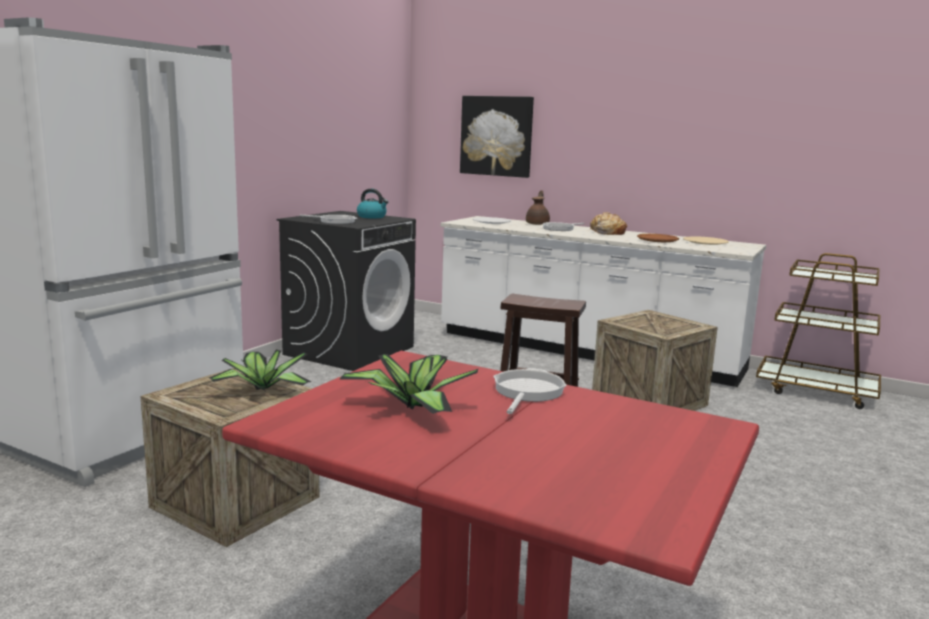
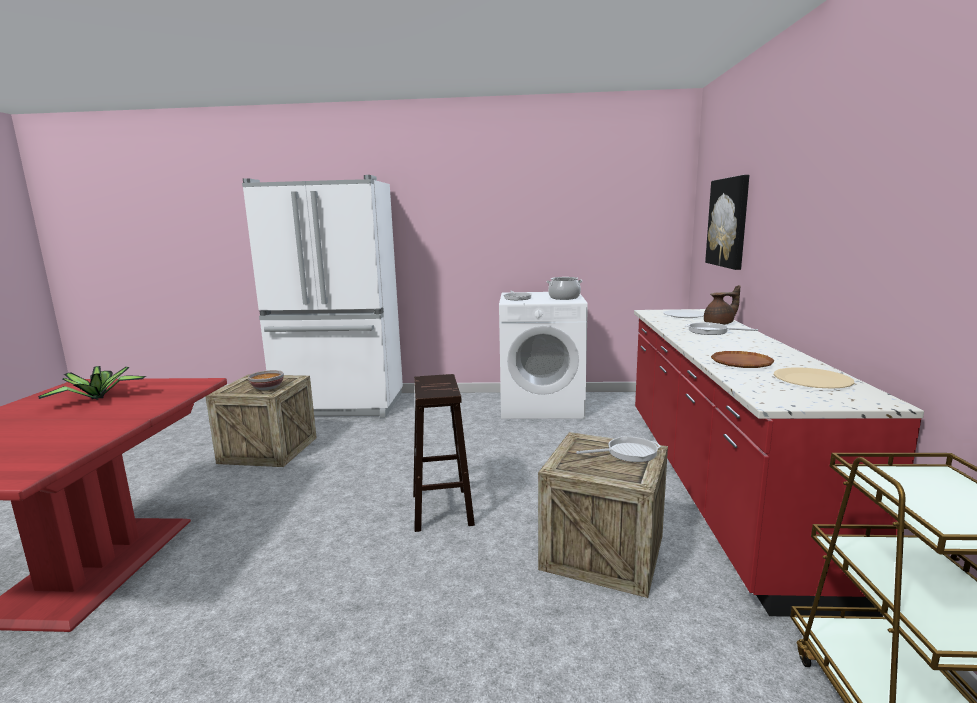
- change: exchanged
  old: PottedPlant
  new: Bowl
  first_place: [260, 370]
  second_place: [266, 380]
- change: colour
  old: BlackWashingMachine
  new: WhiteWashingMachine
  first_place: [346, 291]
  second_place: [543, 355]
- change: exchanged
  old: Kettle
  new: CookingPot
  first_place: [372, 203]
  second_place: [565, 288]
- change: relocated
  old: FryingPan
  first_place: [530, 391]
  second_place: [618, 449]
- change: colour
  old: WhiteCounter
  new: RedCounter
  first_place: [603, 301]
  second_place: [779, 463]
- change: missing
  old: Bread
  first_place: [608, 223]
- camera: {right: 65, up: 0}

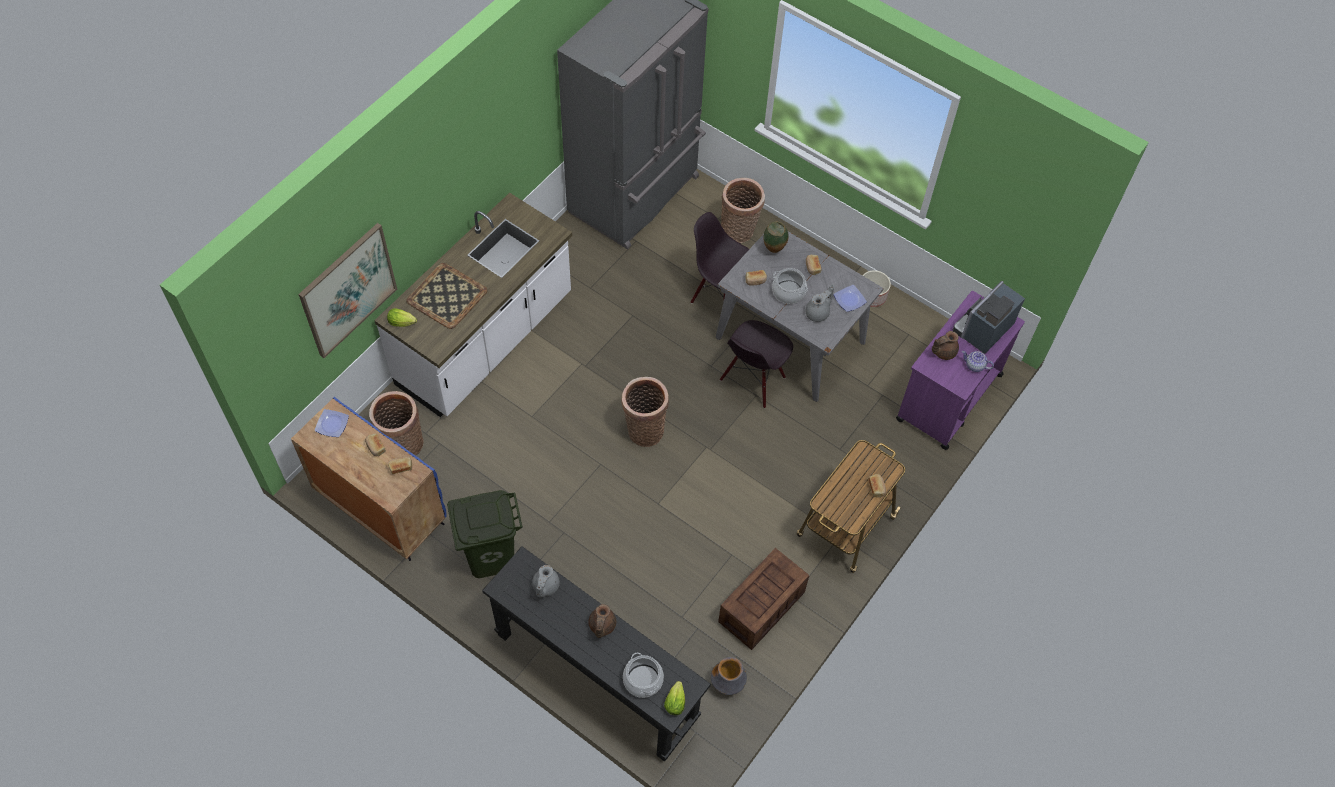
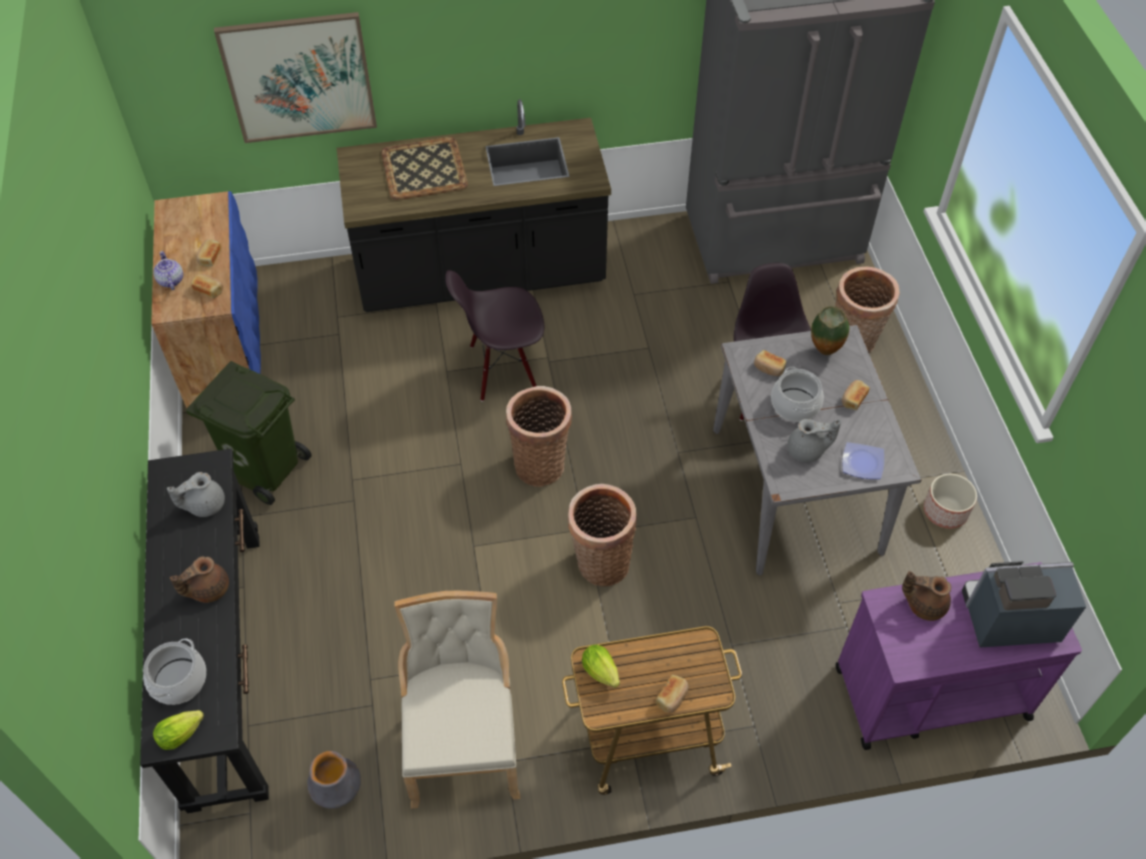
- change: relocated
  old: Teapot
  first_place: [978, 361]
  second_place: [168, 270]
- change: colour
  old: WhiteCounter
  new: BlackCounter
  first_place: [473, 305]
  second_place: [474, 205]
- change: exchanged
  old: Crate
  new: BeigeChair
  first_place: [763, 599]
  second_place: [457, 700]
- change: relocated
  old: BlackChair
  first_place: [756, 364]
  second_place: [494, 335]
- change: relocated
  old: Basket
  first_place: [396, 423]
  second_place: [602, 535]
- change: relocated
  old: Lettuce
  first_place: [402, 317]
  second_place: [601, 666]
- change: missing
  old: Plate
  first_place: [332, 423]
- camera: {right: 45, up: -5}

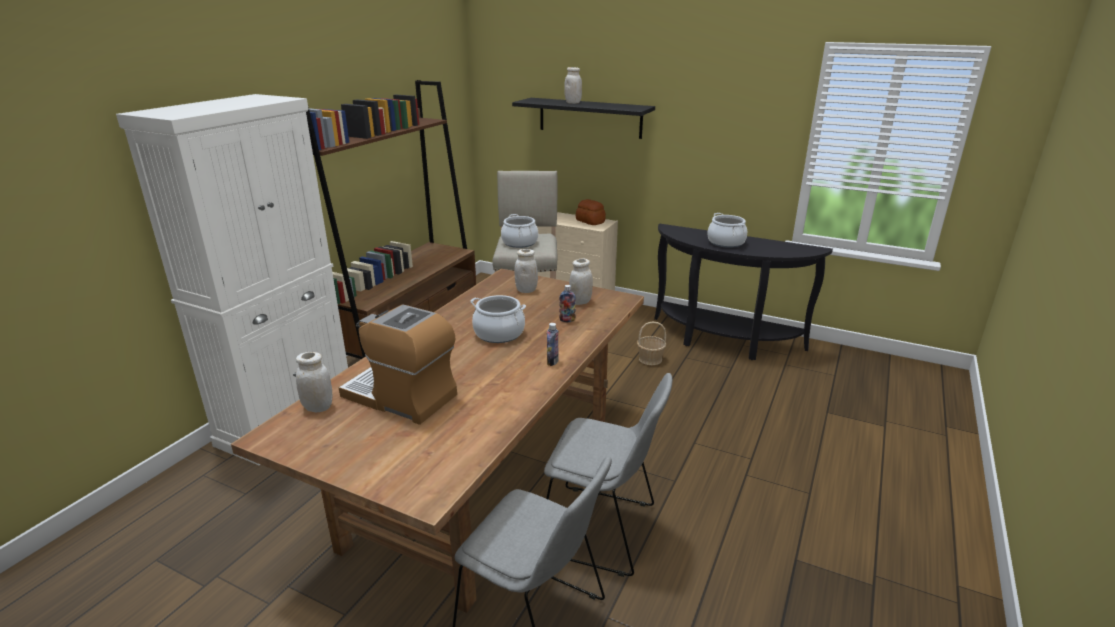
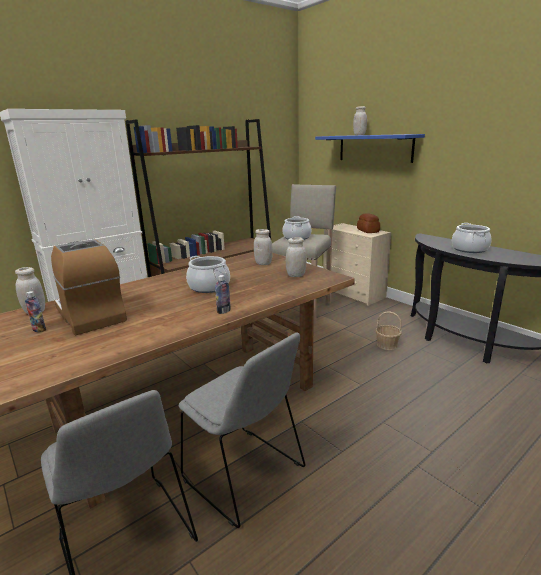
- change: relocated
  old: Bottle
  first_place: [567, 303]
  second_place: [35, 311]
- change: colour
  old: BlackShelf
  new: BlueShelf
  first_place: [583, 118]
  second_place: [370, 148]
- camera: {right: 25, up: -5}

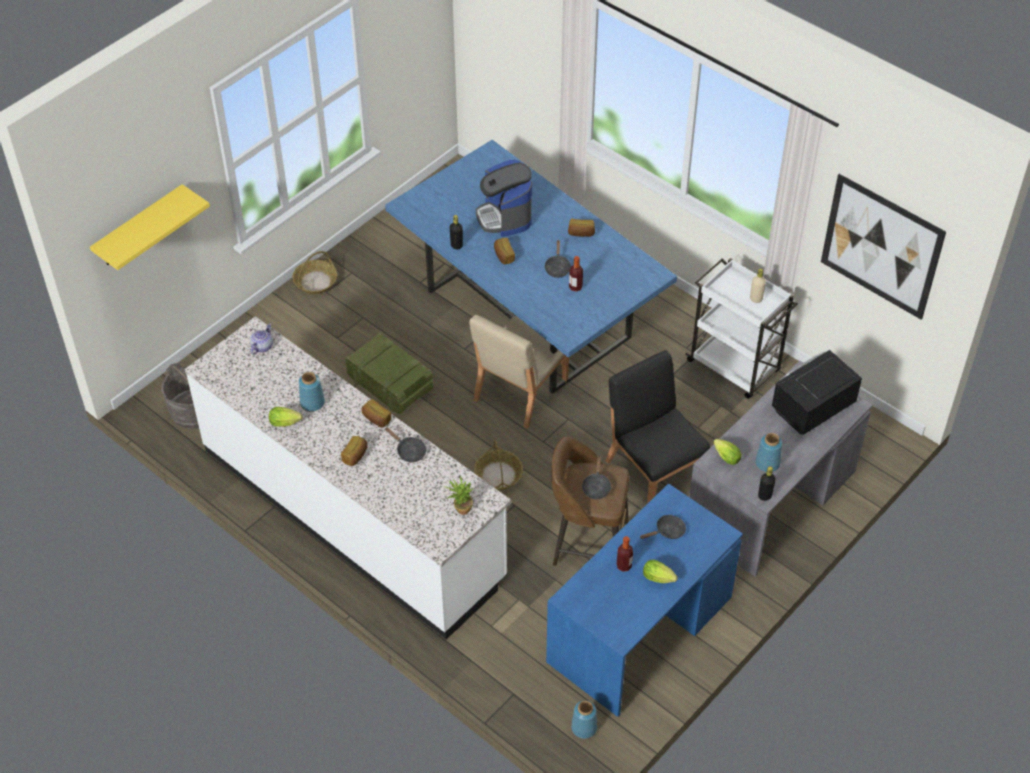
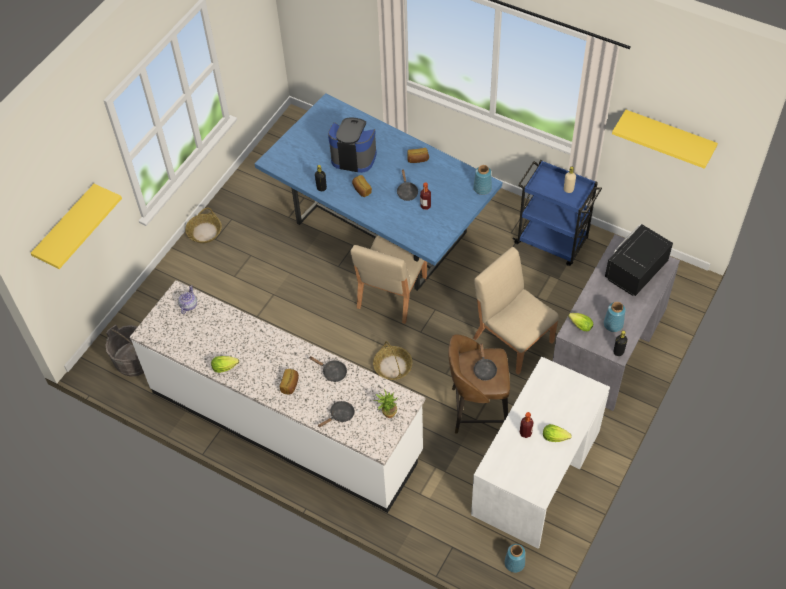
- change: relocated
  old: BlackFryingPan
  first_place: [663, 527]
  second_place: [336, 414]
- change: spun
  old: CoffeeMachine
  first_place: [504, 198]
  second_place: [352, 145]
  degrees: 135
- change: colour
  old: BlueDesk
  new: WhiteDesk
  first_place: [644, 600]
  second_place: [540, 452]
- change: relocated
  old: BlueVase
  first_place: [312, 392]
  second_place: [482, 180]
- change: colour
  old: BlackChair
  new: BeigeChair
  first_place: [657, 427]
  second_place: [516, 311]
- change: colour
  old: WhiteCart
  new: BlueCart
  first_place: [741, 328]
  second_place: [557, 213]
- change: exchanged
  old: Picture
  new: YellowShelf
  first_place: [883, 247]
  second_place: [665, 139]
- change: missing
  old: Crate
  first_place: [389, 374]
- change: missing
  old: Bread
  first_place: [376, 413]
- camera: {right: -10, up: 5}

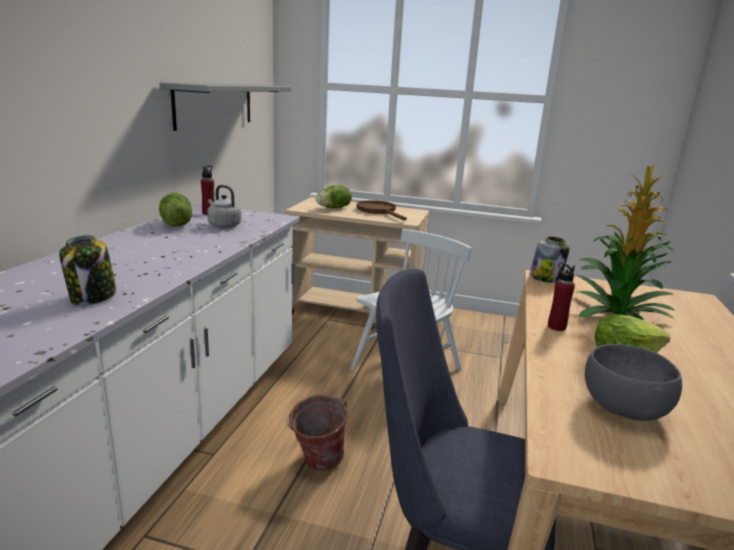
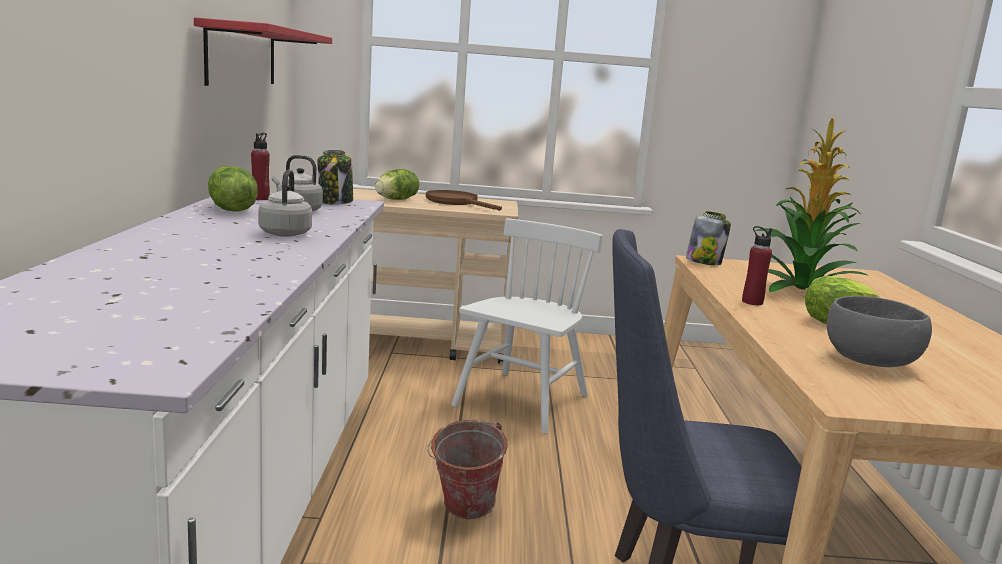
- change: colour
  old: GreyShelf
  new: RedShelf
  first_place: [225, 107]
  second_place: [263, 51]
- change: appeared
  new: GreyKettle
  second_place: [285, 203]
- change: relocated
  old: Jar
  first_place: [88, 270]
  second_place: [335, 177]
- camera: {right: -15, up: -5}

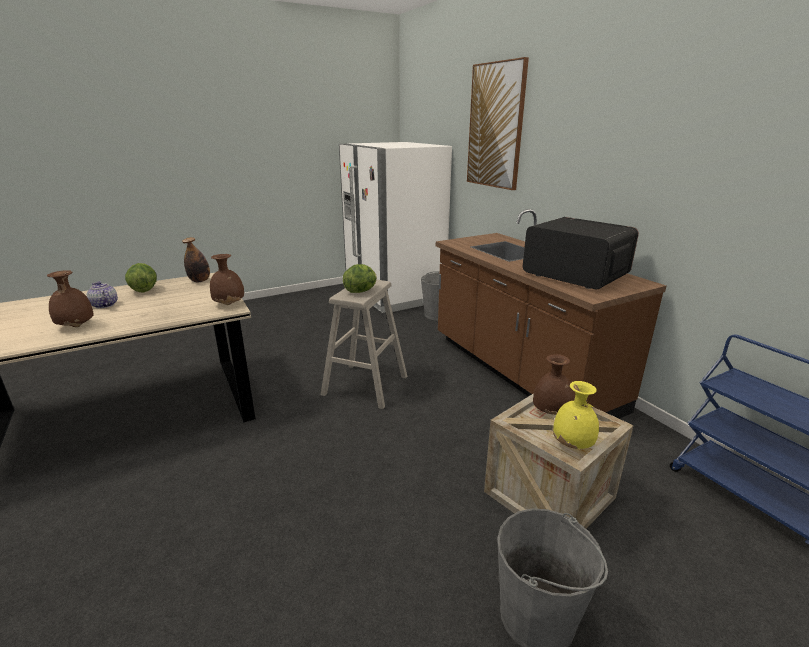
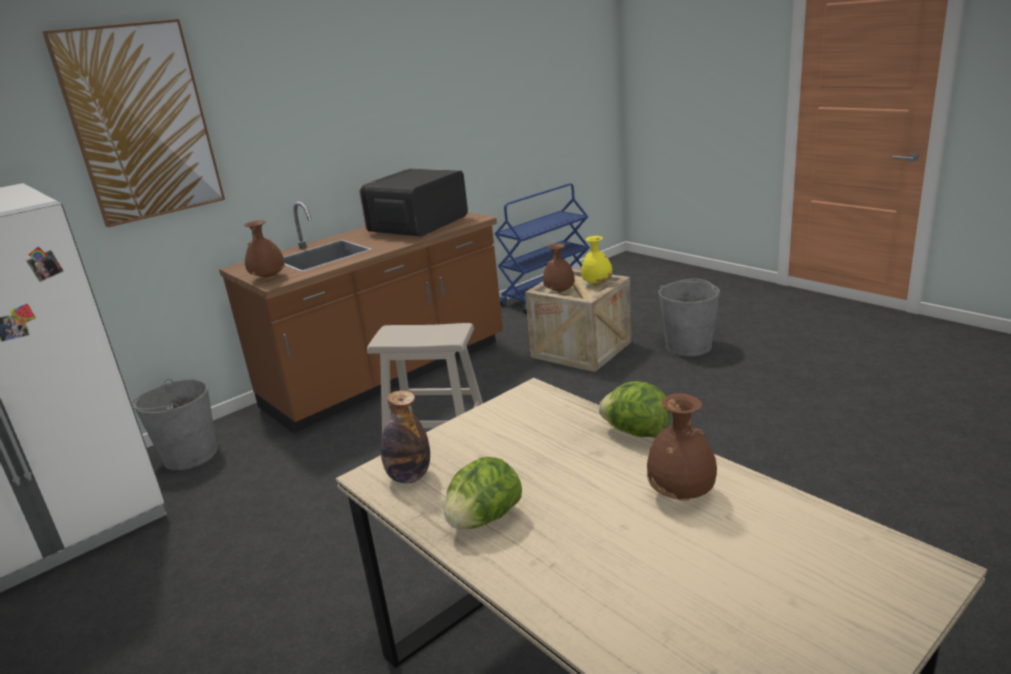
- change: relocated
  old: BrownVase
  first_place: [227, 279]
  second_place: [264, 250]
- change: relocated
  old: Lettuce
  first_place: [360, 278]
  second_place: [634, 409]
- change: missing
  old: Teapot
  first_place: [102, 295]
- camera: {right: -100, up: 0}

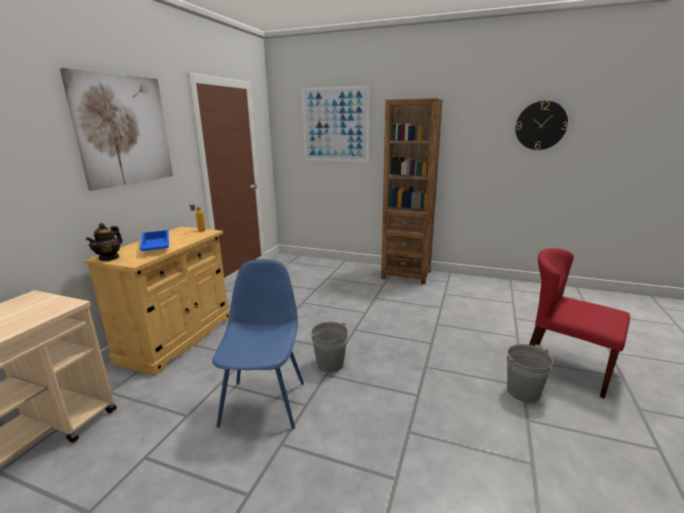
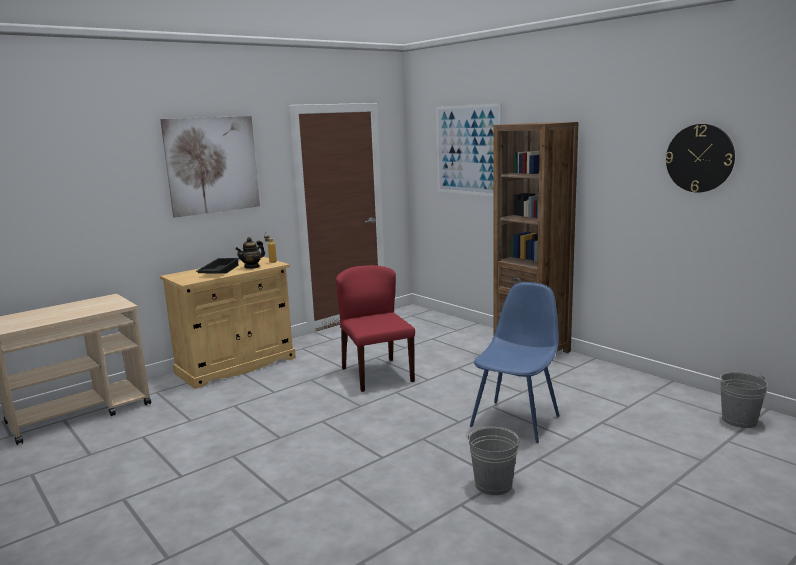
- change: colour
  old: BlueTray
  new: BlackTray
  first_place: [154, 240]
  second_place: [217, 266]
- change: relocated
  old: Teapot
  first_place: [104, 242]
  second_place: [250, 253]
- change: relocated
  old: RedChair
  first_place: [579, 323]
  second_place: [375, 328]
- change: relocated
  old: BlueChair
  first_place: [258, 344]
  second_place: [514, 362]
- change: relocated
  old: GreyBucket
  first_place: [329, 346]
  second_place: [744, 400]
- camera: {right: 30, up: -5}

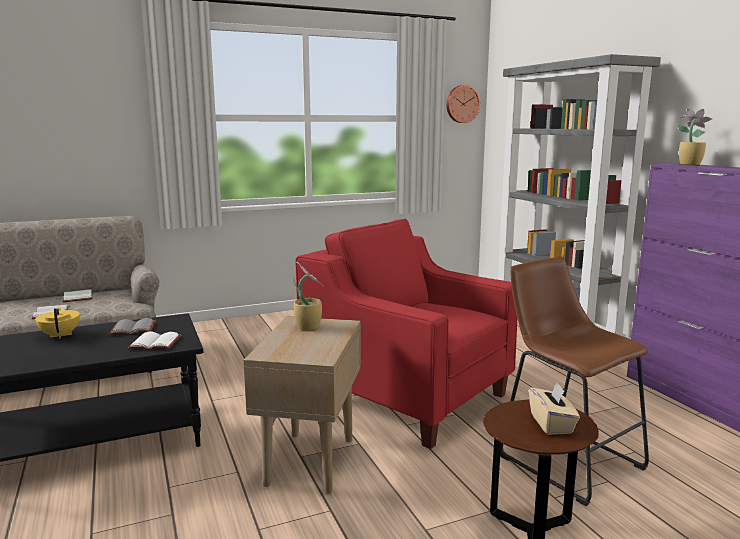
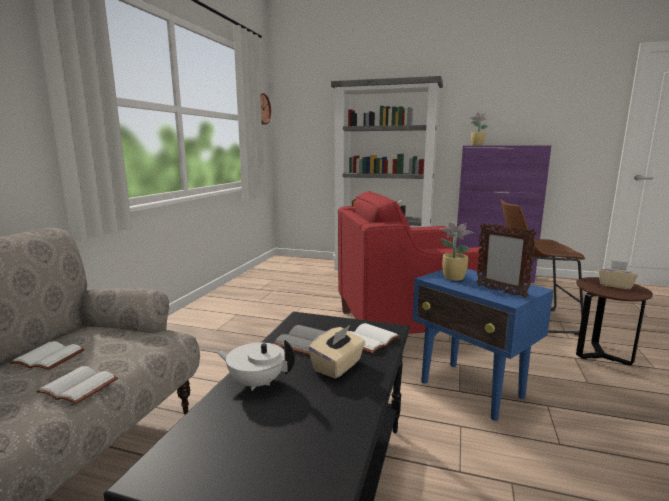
- change: colour
  old: YellowTeapot
  new: WhiteTeapot
  first_place: [57, 323]
  second_place: [255, 365]
- change: appeared
  new: BeigeTissueBox
  second_place: [336, 352]
- change: colour
  old: BeigeSideTable
  new: BlueSideTable
  first_place: [302, 405]
  second_place: [483, 345]
- change: appeared
  new: PictureFrame
  second_place: [506, 260]
- camera: {right: -50, up: 0}

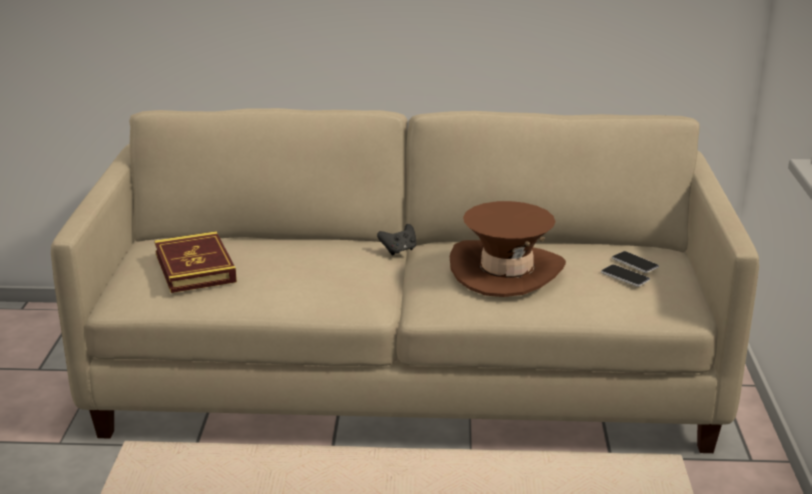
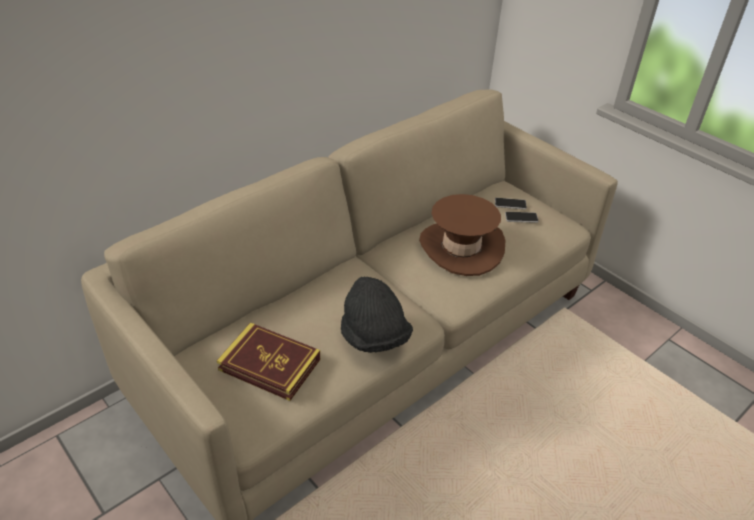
- change: appeared
  new: BlackHat
  second_place: [377, 314]
- change: missing
  old: BlackGameController
  first_place: [396, 239]
- camera: {right: -45, up: 15}

